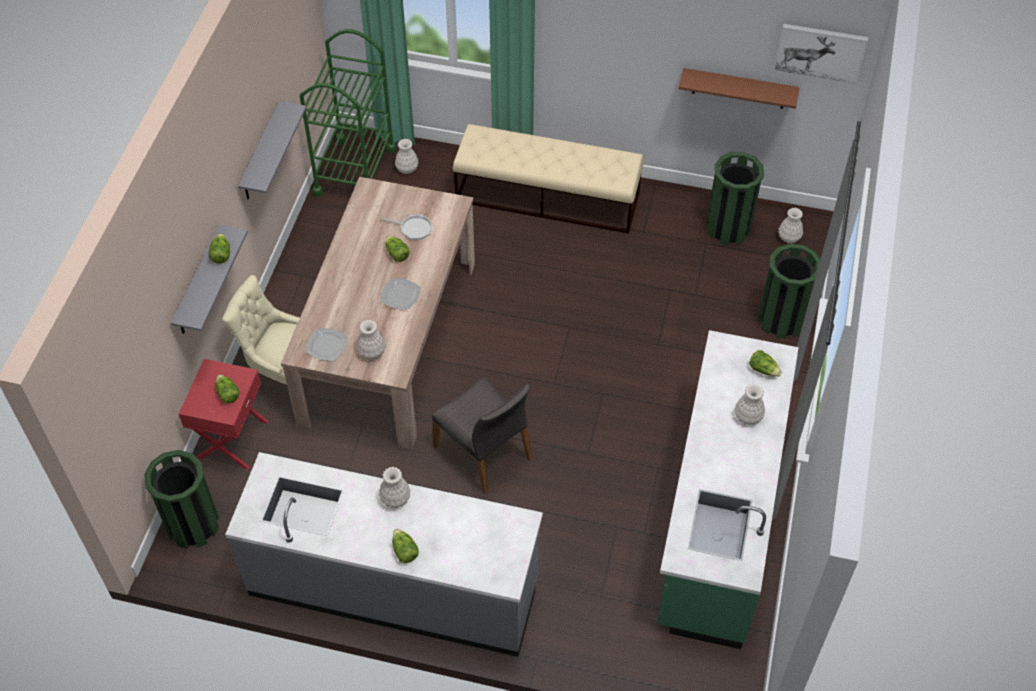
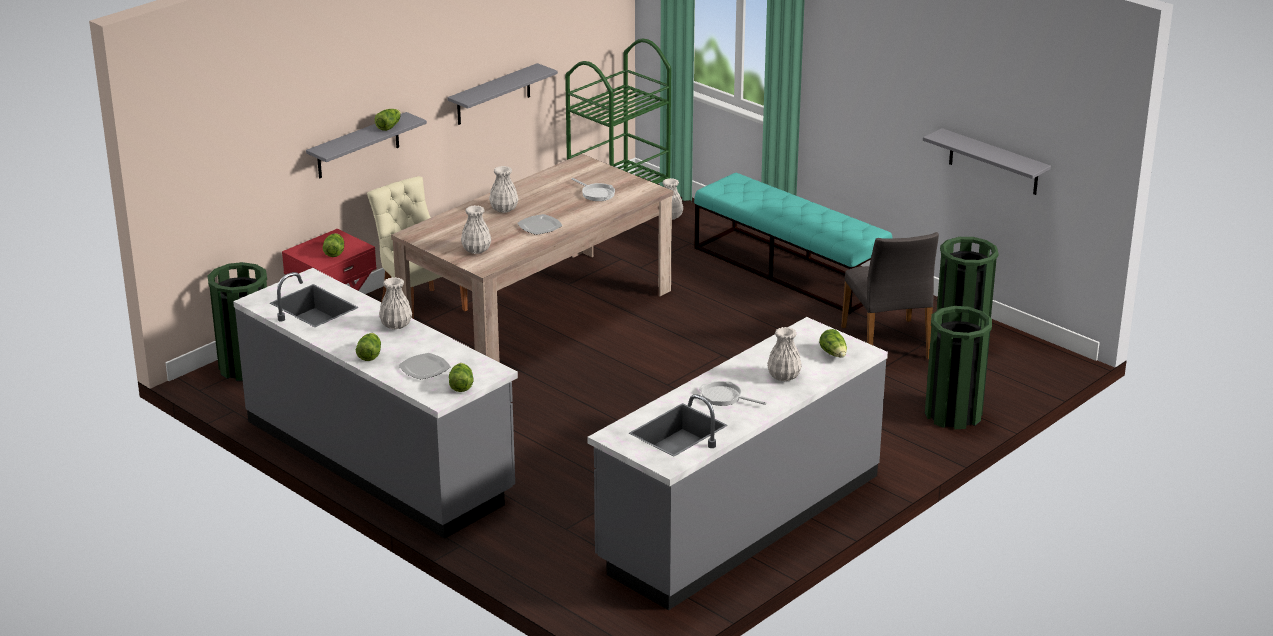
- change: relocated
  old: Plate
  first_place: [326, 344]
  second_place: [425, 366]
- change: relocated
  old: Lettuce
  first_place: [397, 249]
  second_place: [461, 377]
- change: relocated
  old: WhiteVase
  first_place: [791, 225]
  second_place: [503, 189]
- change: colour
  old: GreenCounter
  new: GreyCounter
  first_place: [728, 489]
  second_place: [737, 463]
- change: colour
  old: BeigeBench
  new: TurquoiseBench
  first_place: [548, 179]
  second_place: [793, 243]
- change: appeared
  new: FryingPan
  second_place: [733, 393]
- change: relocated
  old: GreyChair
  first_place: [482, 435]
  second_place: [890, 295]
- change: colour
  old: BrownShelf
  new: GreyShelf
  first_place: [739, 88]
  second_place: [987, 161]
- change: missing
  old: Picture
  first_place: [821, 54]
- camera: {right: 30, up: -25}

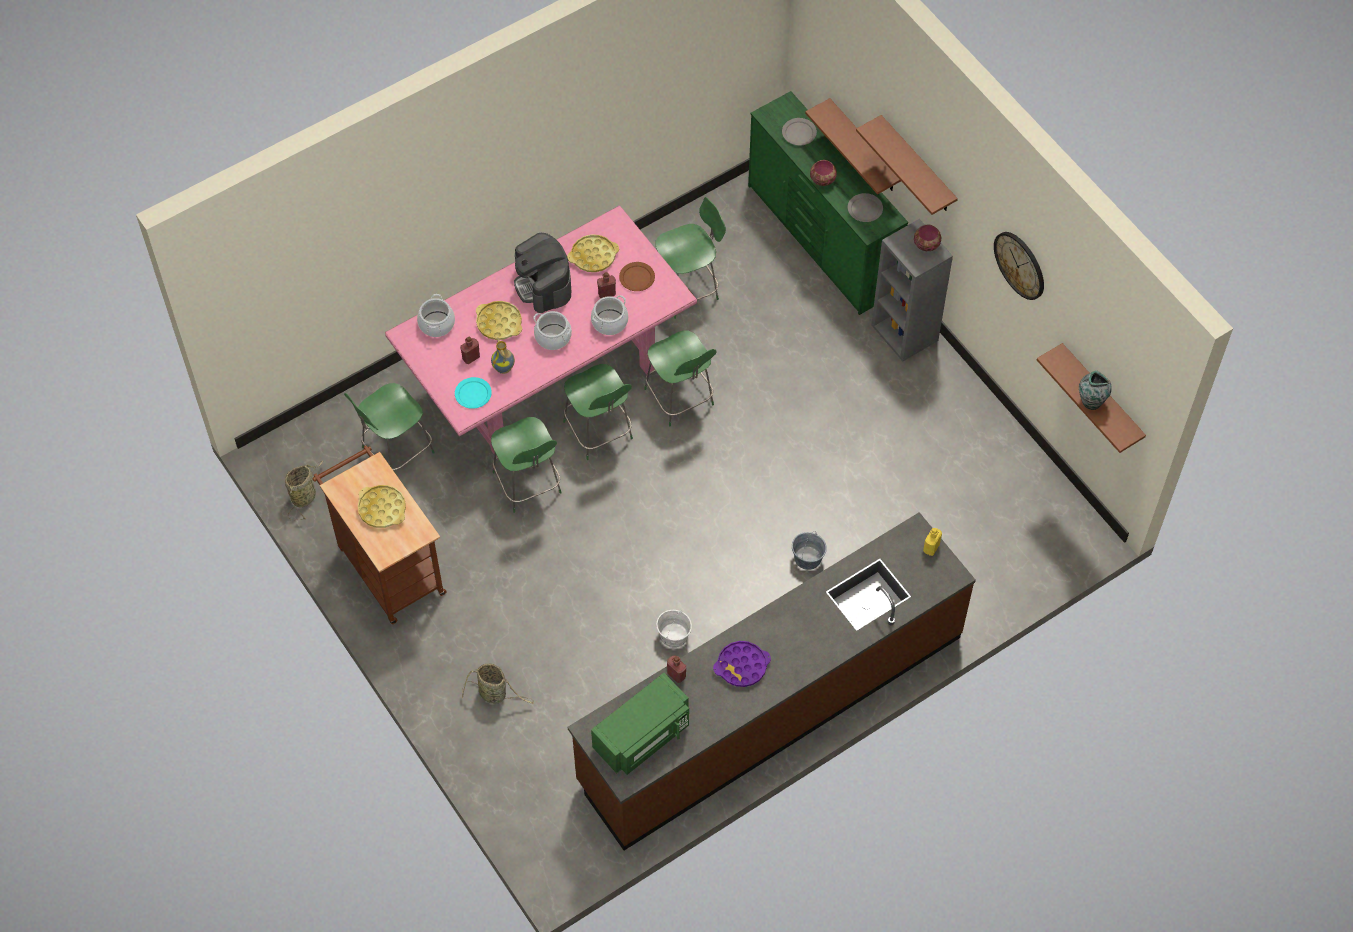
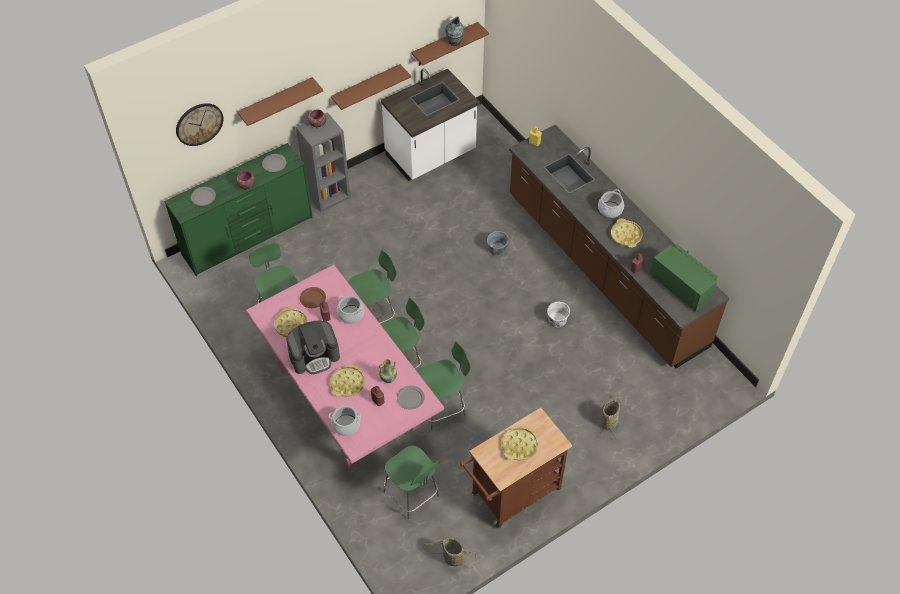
- change: relocated
  old: WallClock
  first_place: [1019, 266]
  second_place: [200, 124]
- change: relocated
  old: BrownShelf
  first_place: [853, 146]
  second_place: [371, 87]
- change: appeared
  new: WhiteCounter
  second_place: [430, 125]
- change: colour
  old: TurquoisePlate
  new: GreyPlate
  first_place: [473, 393]
  second_place: [411, 397]
- change: relocated
  old: CookingPot
  first_place: [552, 330]
  second_place: [611, 203]
- change: colour
  old: PurpleTray
  new: YellowTray
  first_place: [742, 664]
  second_place: [626, 233]
- camera: {right: -90, up: -5}

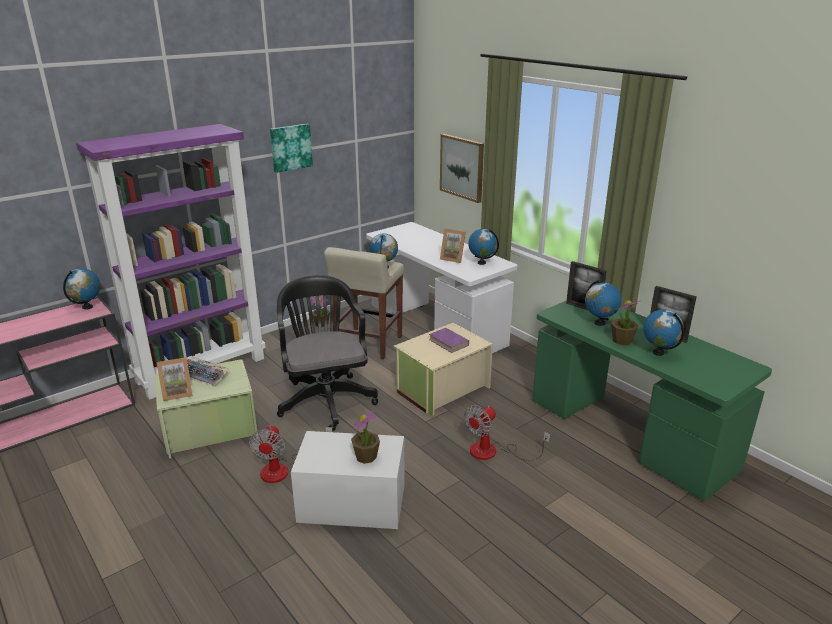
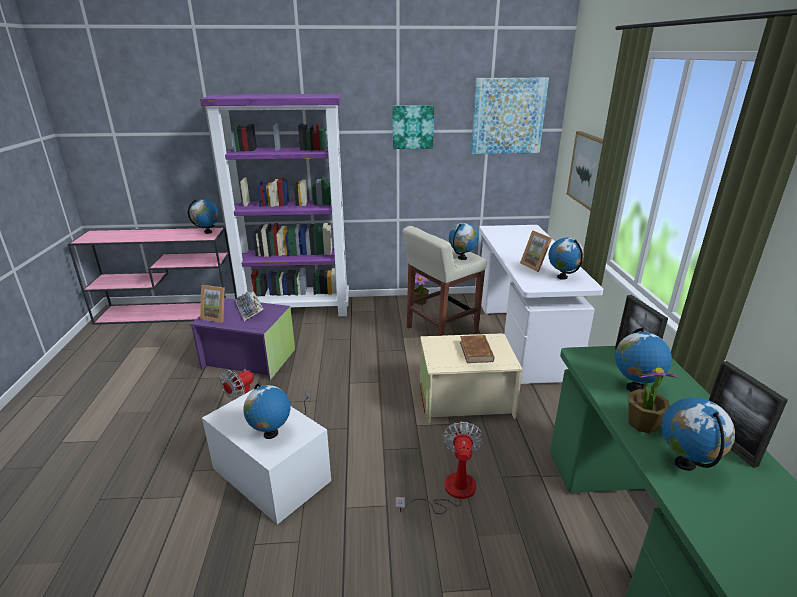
- change: colour
  old: GreenStorageBox
  new: PurpleStorageBox
  first_place: [206, 409]
  second_place: [242, 339]
- change: exchanged
  old: PottedPlant
  new: Globe
  first_place: [365, 437]
  second_place: [266, 411]
- change: spun
  old: Fan
  first_place: [507, 433]
  second_place: [439, 467]
  degrees: 105
- change: colour
  old: PurpleBook
  new: BrownBook
  first_place: [449, 340]
  second_place: [477, 349]
- change: appeared
  new: Picture
  second_place: [510, 116]
- change: missing
  old: BlackOfficeChair
  first_place: [327, 353]
- camera: {right: 35, up: 0}

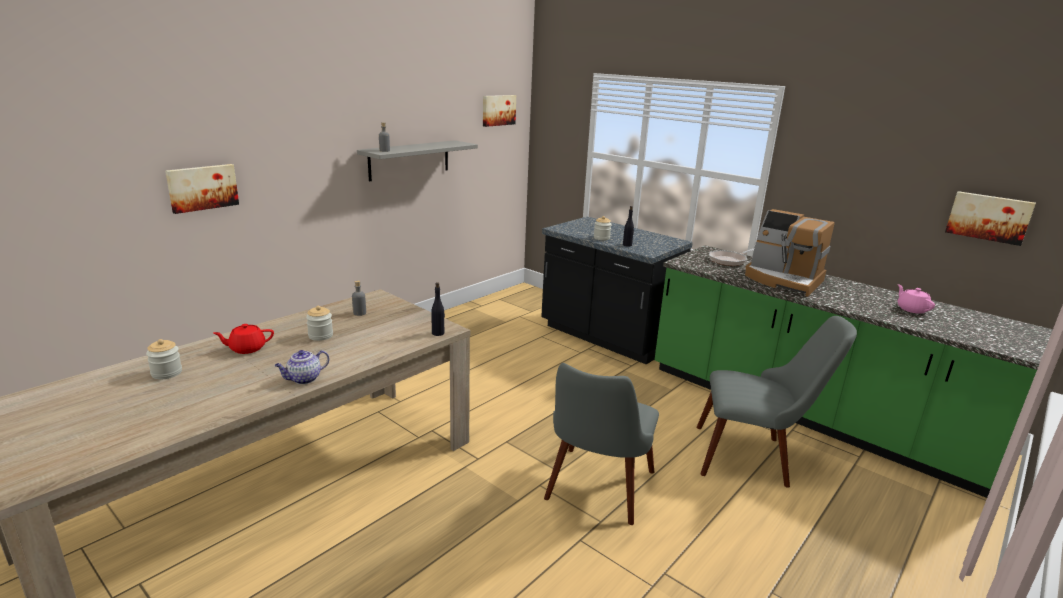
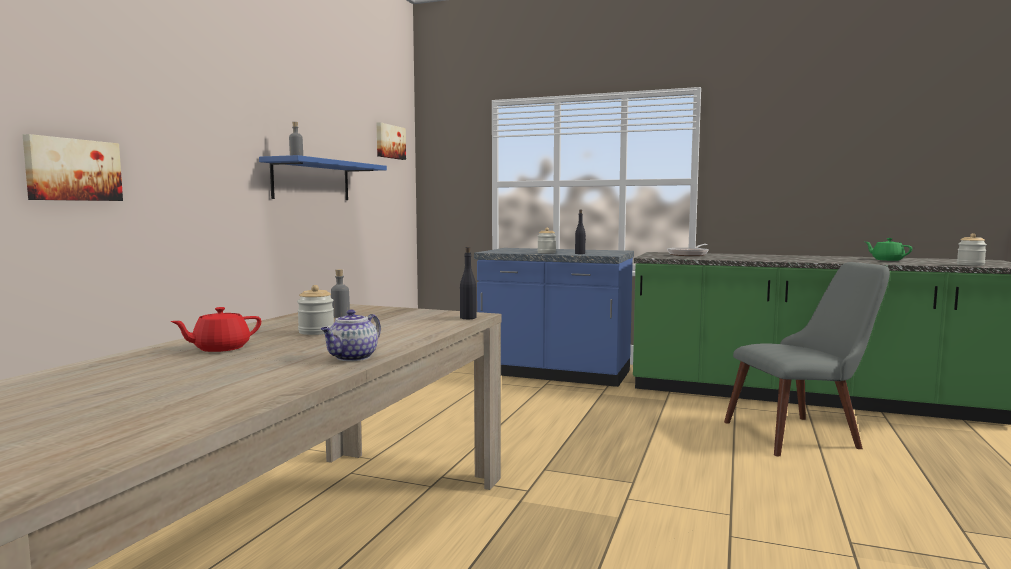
- change: colour
  old: GreyShelf
  new: BlueShelf
  first_place: [417, 160]
  second_place: [323, 177]
- change: colour
  old: BlackCounter
  new: BlueCounter
  first_place: [617, 290]
  second_place: [554, 317]
- change: colour
  old: PinkTeapot
  new: GreenTeapot
  first_place: [916, 299]
  second_place: [888, 249]
- change: relocated
  old: Jar
  first_place: [164, 359]
  second_place: [972, 249]
- change: missing
  old: GreyChair
  first_place: [601, 444]
- change: missing
  old: CoffeeMachine
  first_place: [790, 253]
- change: missing
  old: Picture
  first_place: [990, 218]
- camera: {right: -20, up: -15}

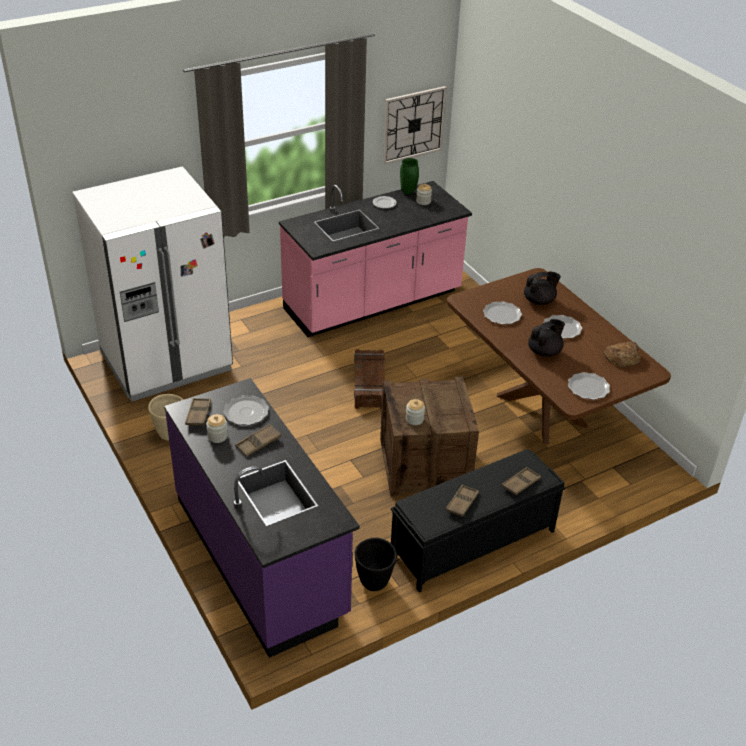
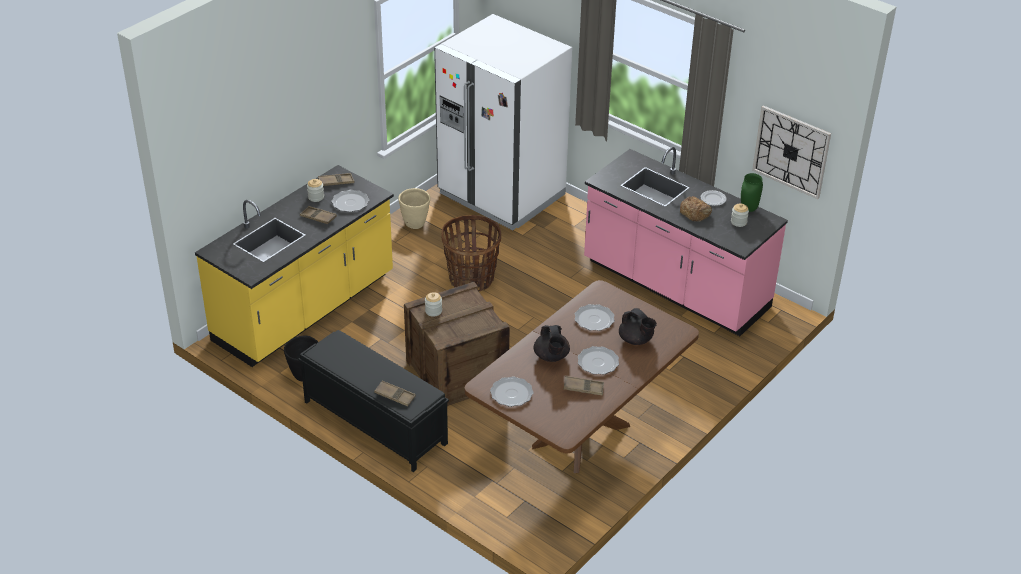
- change: colour
  old: PurpleCounter
  new: YellowCounter
  first_place: [262, 518]
  second_place: [294, 266]
- change: appeared
  new: Basket
  second_place: [471, 253]
- change: spun
  old: BlackTeapot
  first_place: [546, 338]
  second_place: [552, 343]
  degrees: 45
- change: relocated
  old: BrownTray
  first_place: [462, 501]
  second_place: [584, 386]
- change: relocated
  old: Bread
  first_place: [622, 354]
  second_place: [696, 208]
- change: missing
  old: Crate
  first_place: [369, 379]
- camera: {right: 70, up: 0}

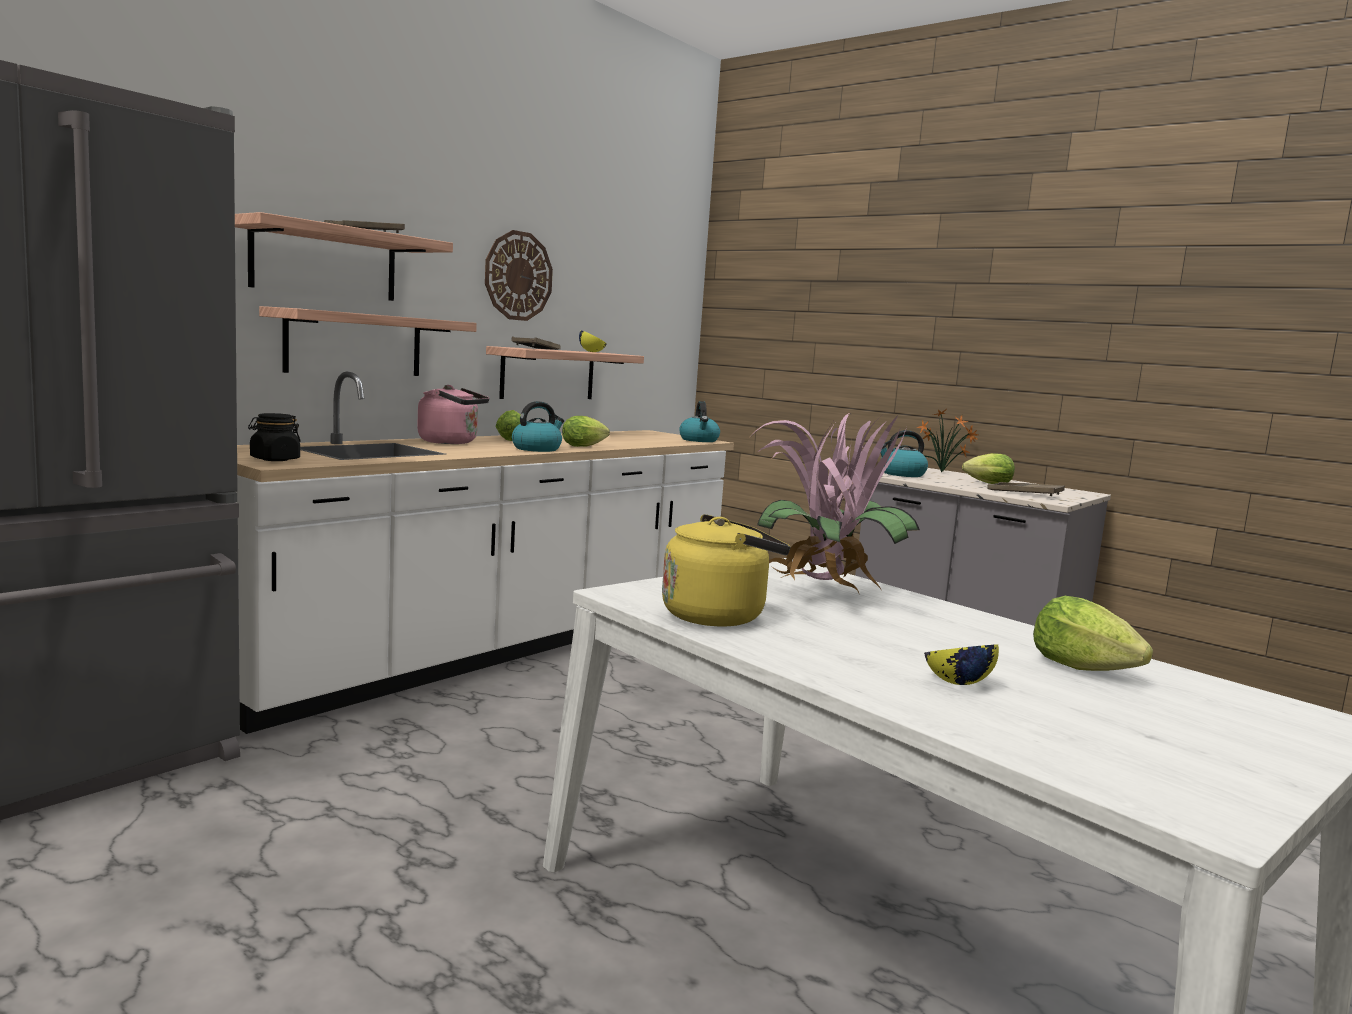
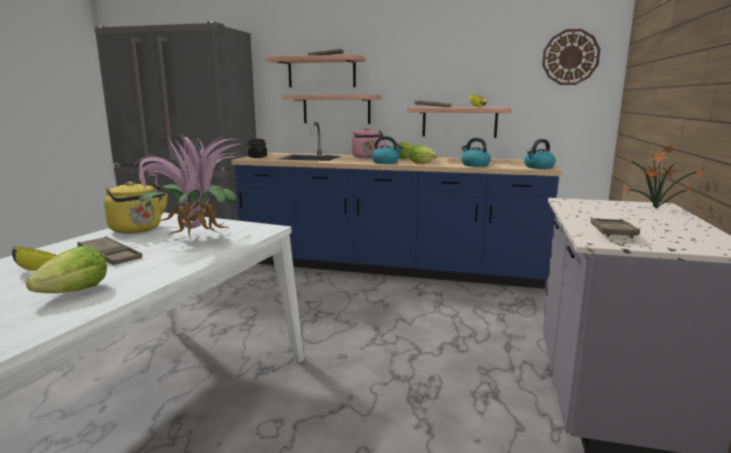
- change: appeared
  new: BrownTray
  second_place: [109, 250]
- change: colour
  old: WhiteCounter
  new: BlueCounter
  first_place: [485, 552]
  second_place: [396, 205]
- change: relocated
  old: Kettle
  first_place: [904, 453]
  second_place: [476, 152]
- change: relocated
  old: WallClock
  first_place: [519, 275]
  second_place: [571, 57]
- change: missing
  old: Lettuce
  first_place: [988, 468]
- camera: {right: 65, up: 5}

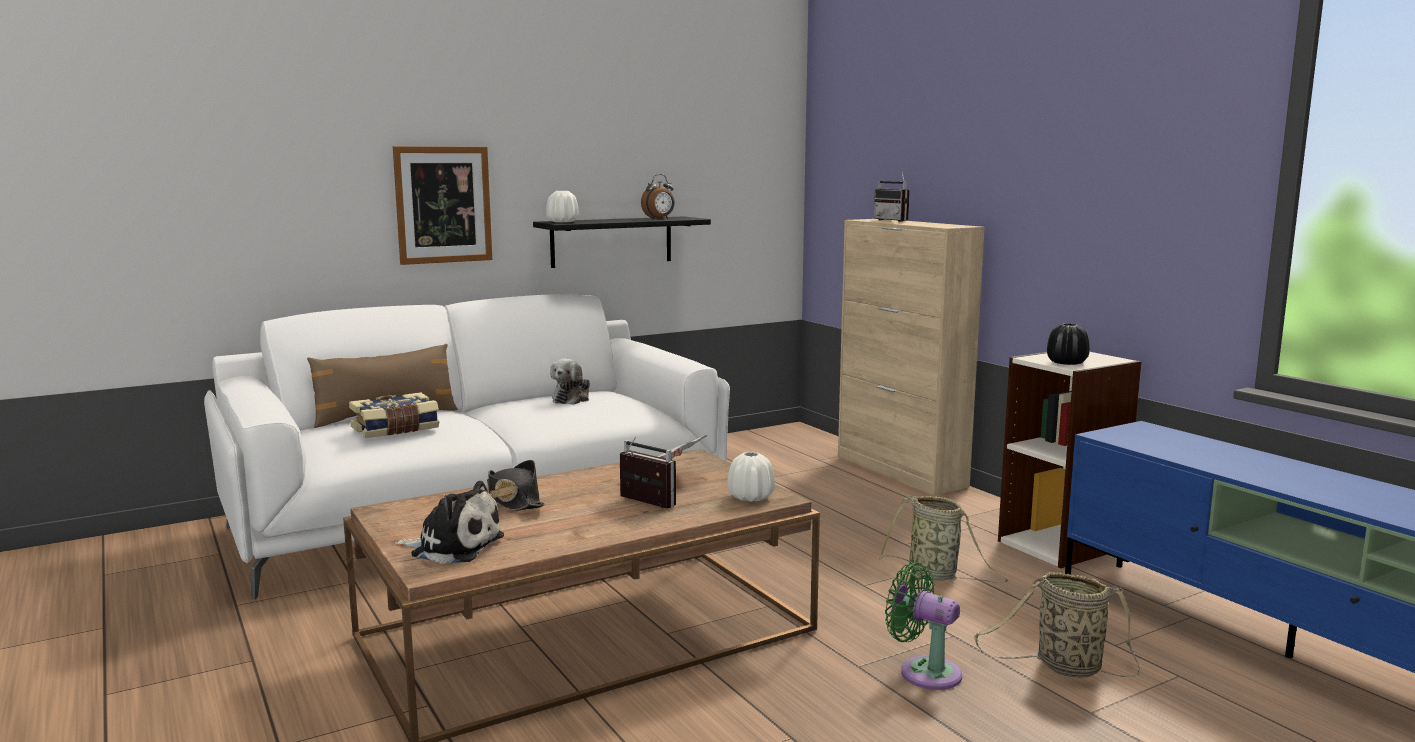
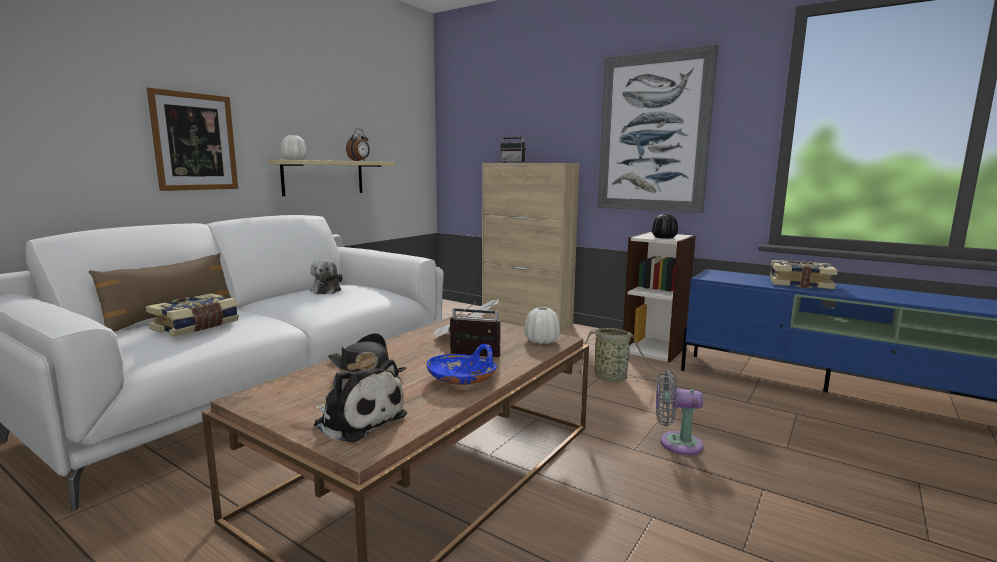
- change: colour
  old: BlackShelf
  new: BeigeShelf
  first_place: [622, 242]
  second_place: [331, 178]
- change: spun
  old: PlushToy
  first_place: [449, 522]
  second_place: [360, 401]
  degrees: 45
- change: appeared
  new: BlueBowl
  second_place: [461, 364]
- change: appeared
  new: Picture
  second_place: [657, 128]
- change: colour
  old: GreenFan
  new: GreyFan
  first_place: [923, 626]
  second_place: [680, 412]
- change: appeared
  new: Book
  second_place: [804, 274]
- change: missing
  old: Basket
  first_place: [1057, 624]
- camera: {right: -25, up: 0}

